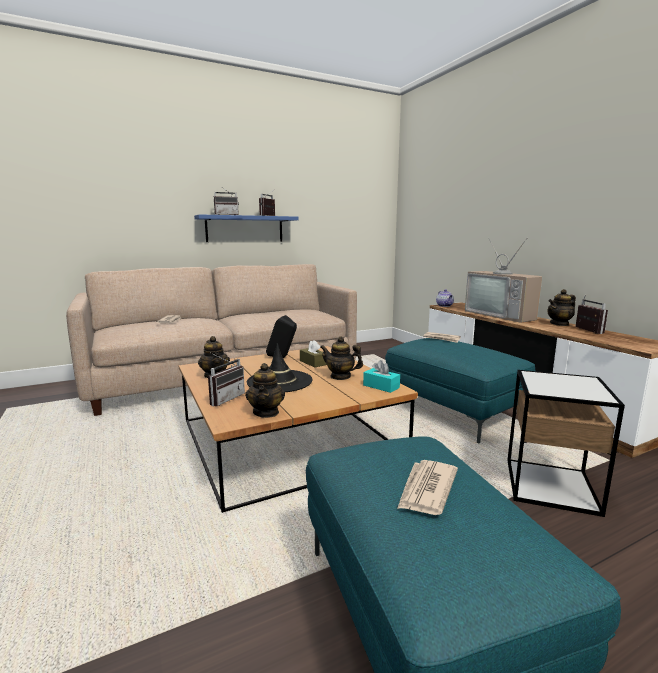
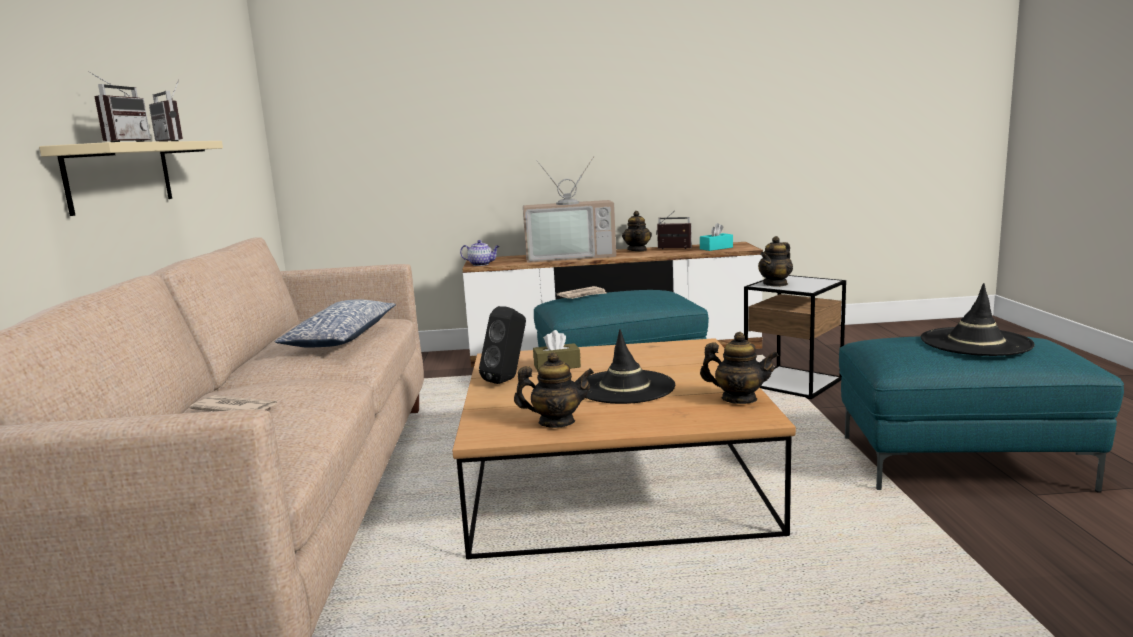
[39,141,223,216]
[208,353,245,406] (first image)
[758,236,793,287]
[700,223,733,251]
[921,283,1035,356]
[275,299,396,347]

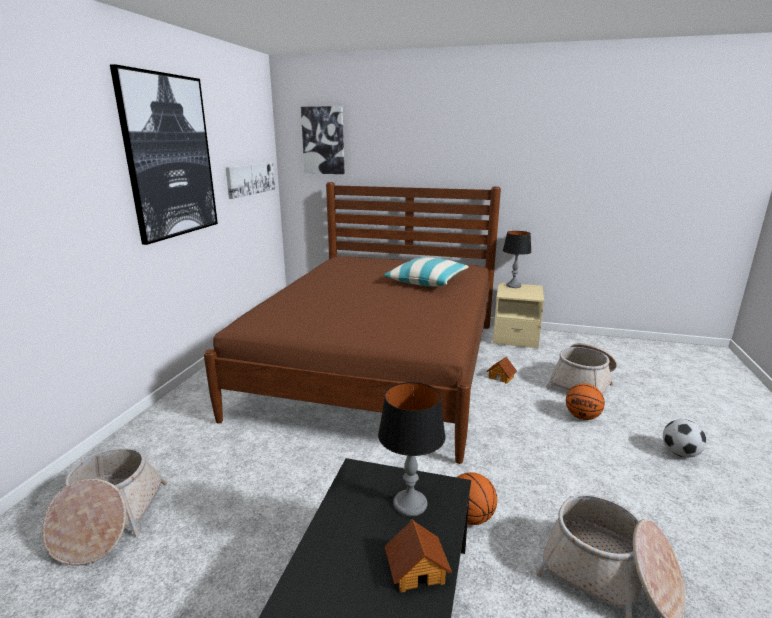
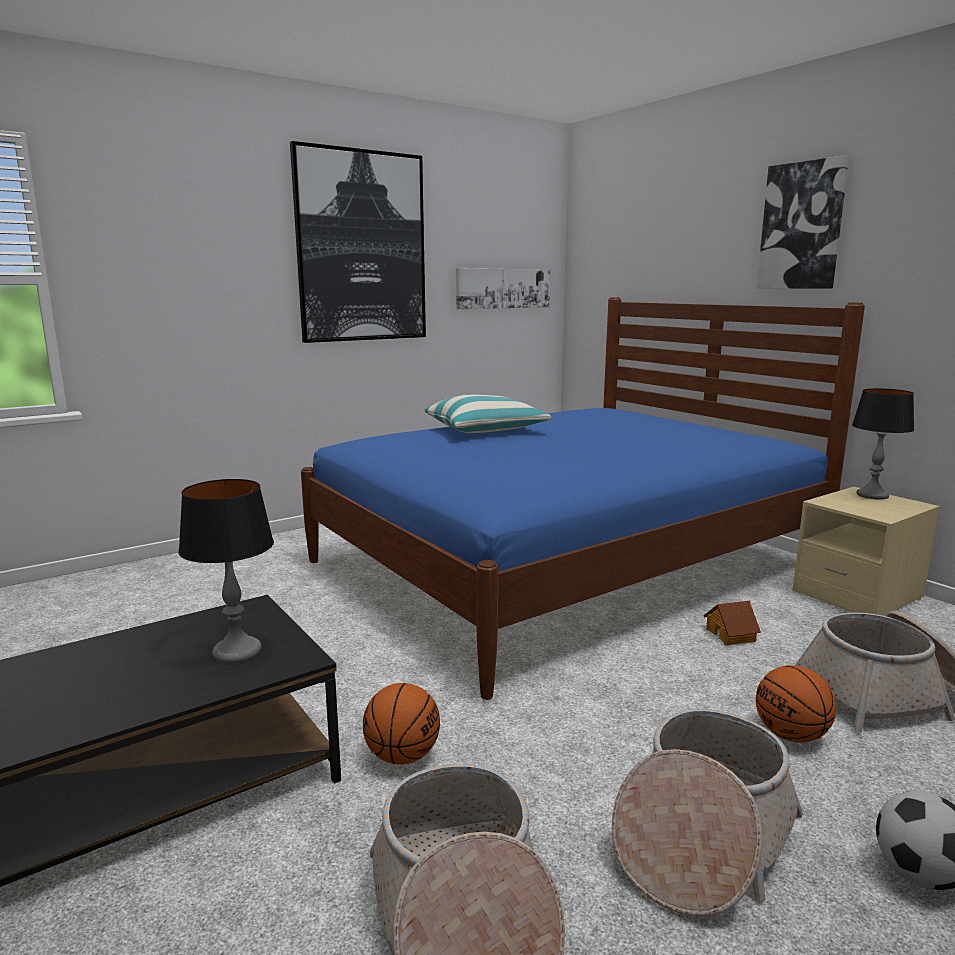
[612,709,803,917]
[301,297,865,700]
[757,155,849,289]
[425,395,551,433]
[385,520,452,593] (first image)

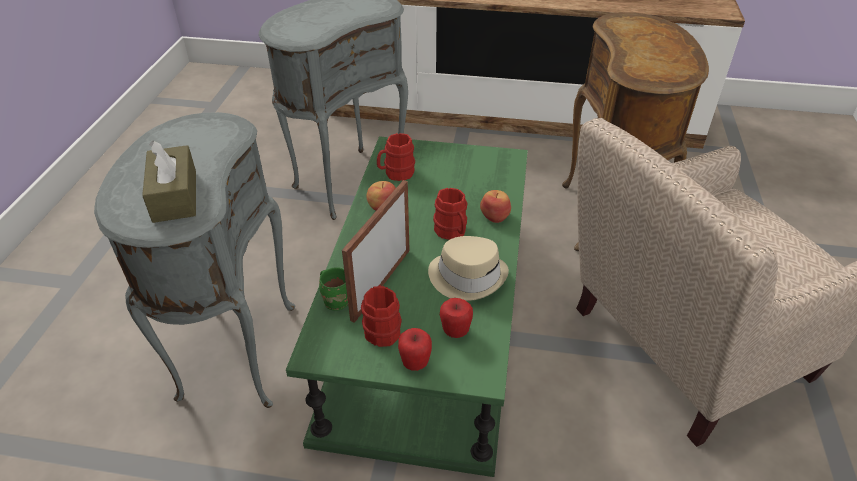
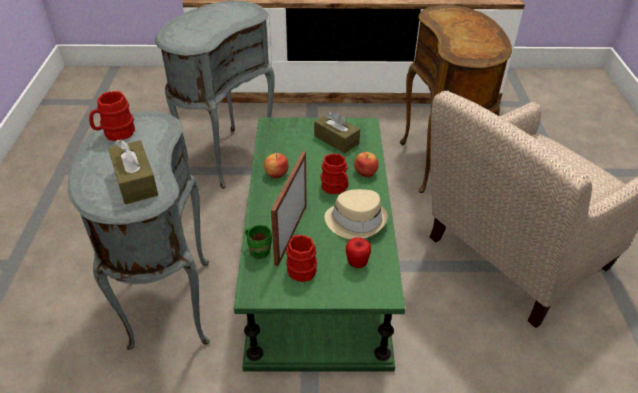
[89,91,135,141]
[398,328,432,371] (first image)
[314,110,360,153]

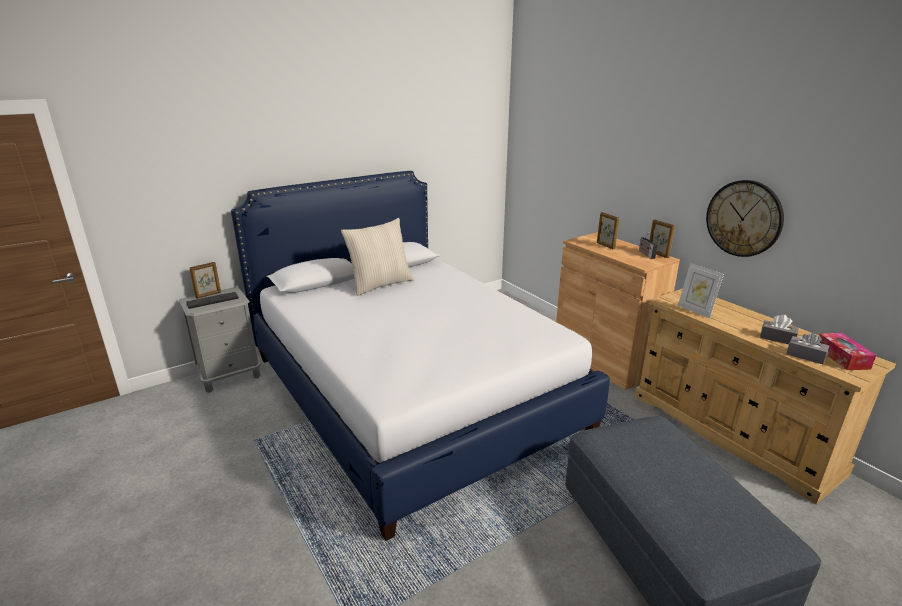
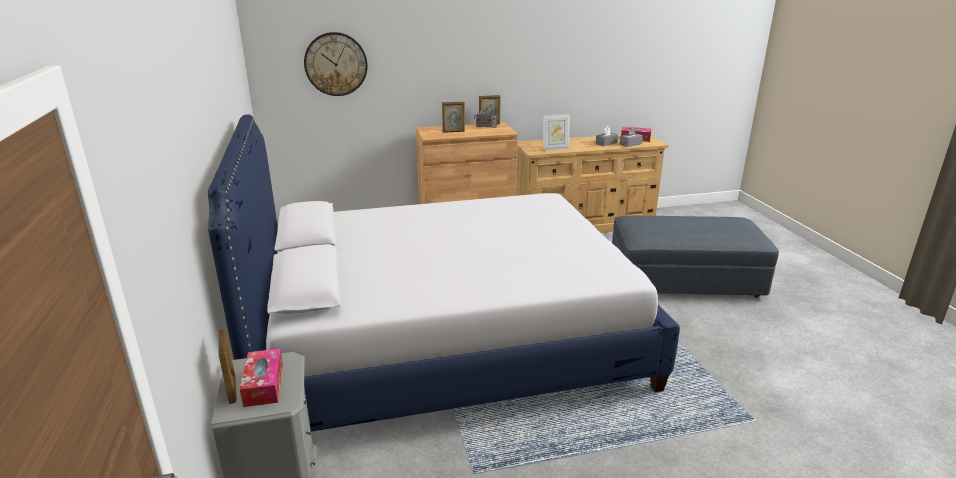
[240,349,283,407]
[341,218,414,296] (first image)
[304,32,368,96]

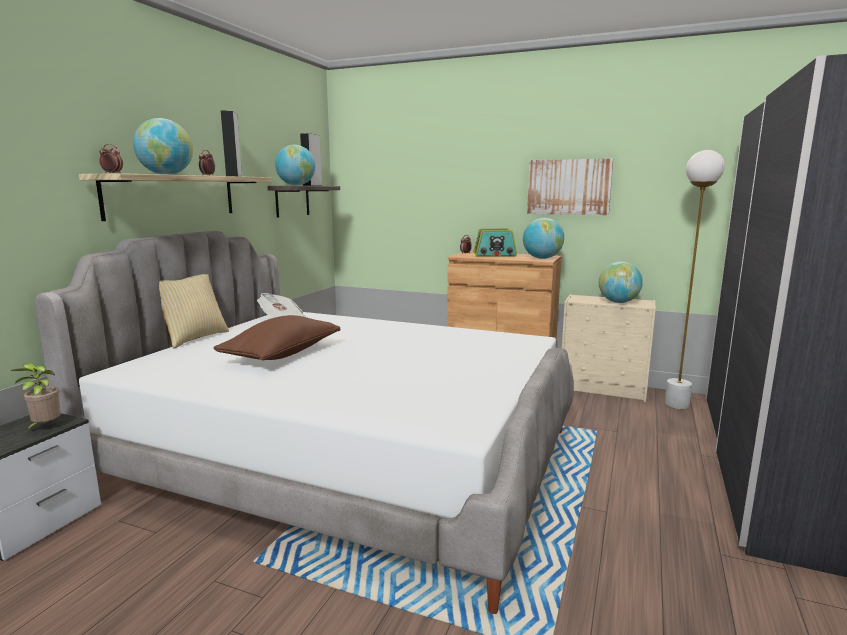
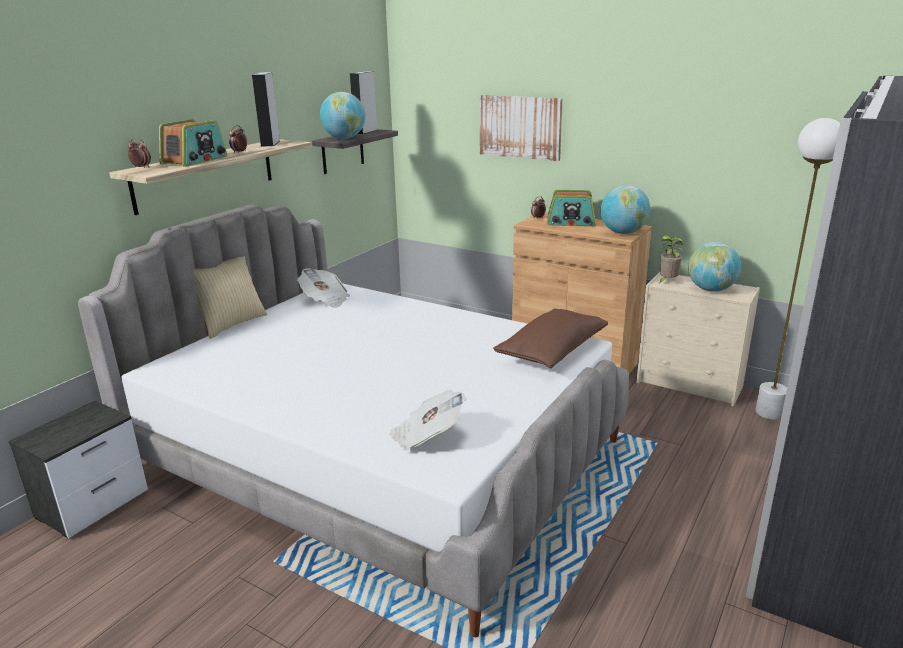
[659,235,683,283]
[159,119,227,167]
[493,308,608,368]
[480,95,563,161]
[390,390,466,451]

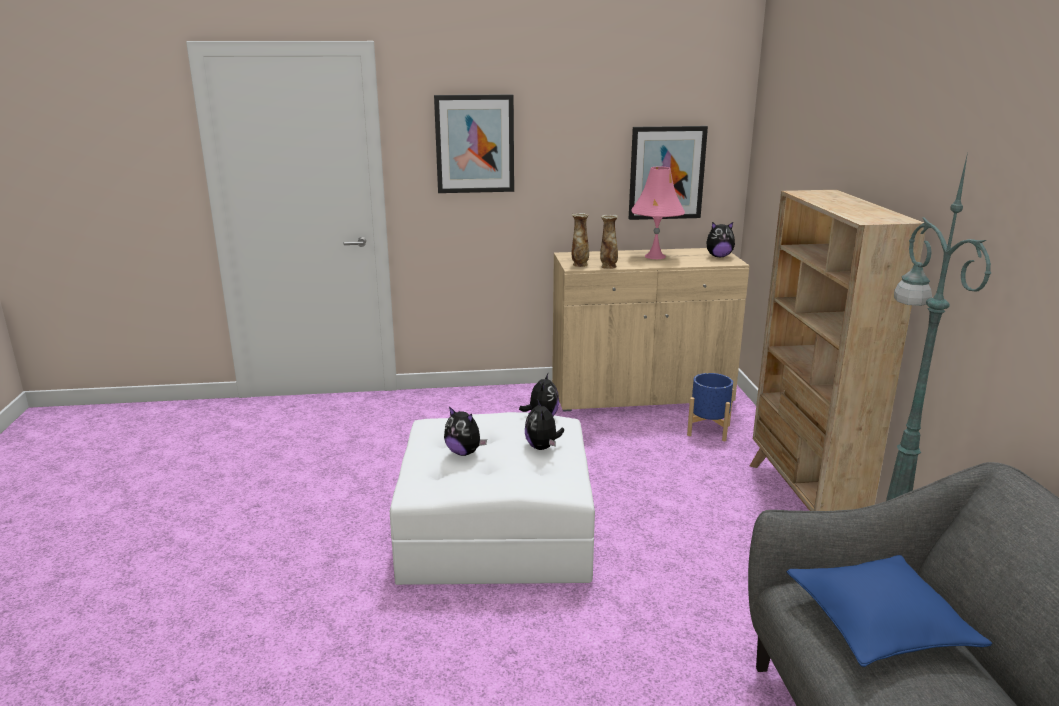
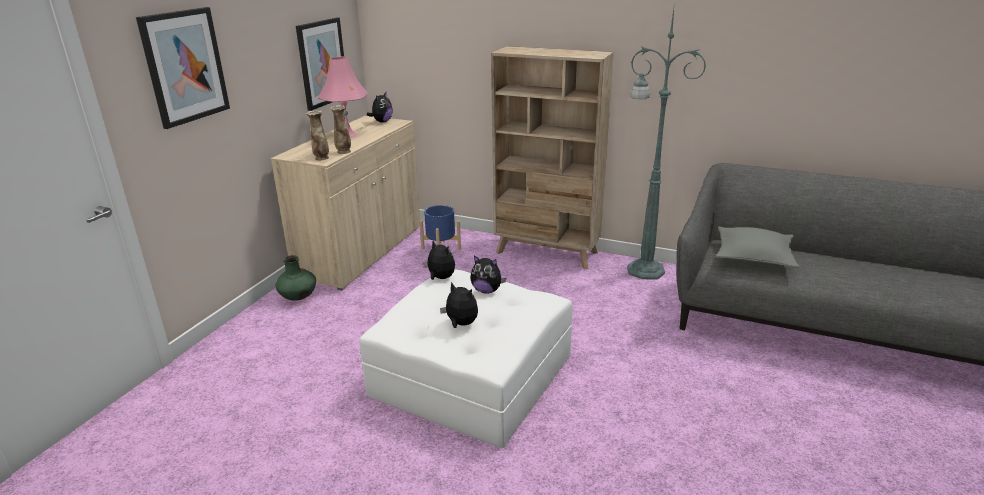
[440,282,478,328]
[716,226,799,268]
[275,255,316,301]

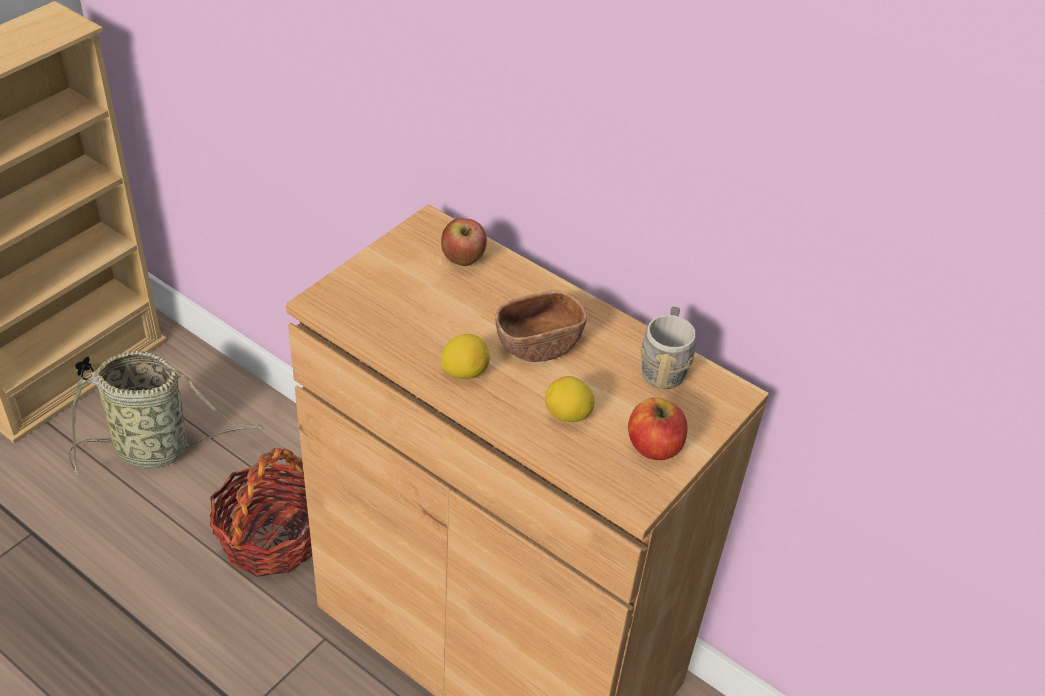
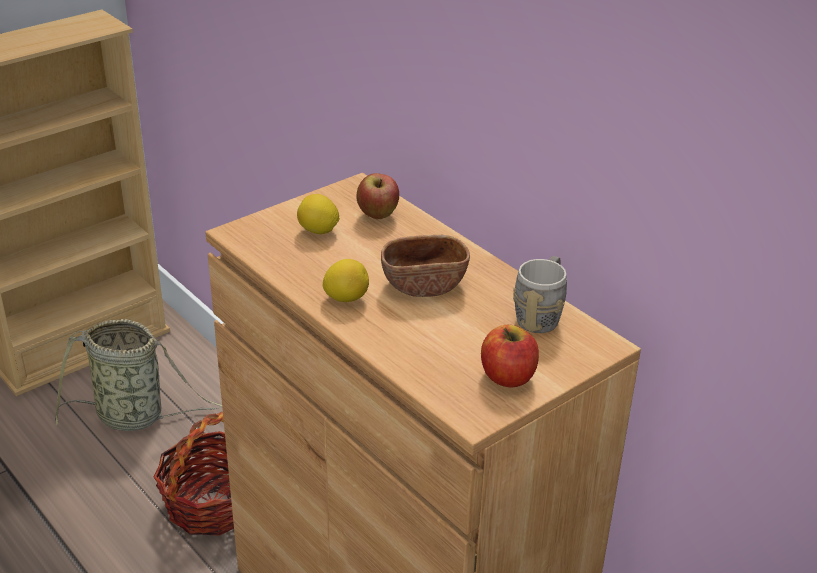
[297,194,340,234]

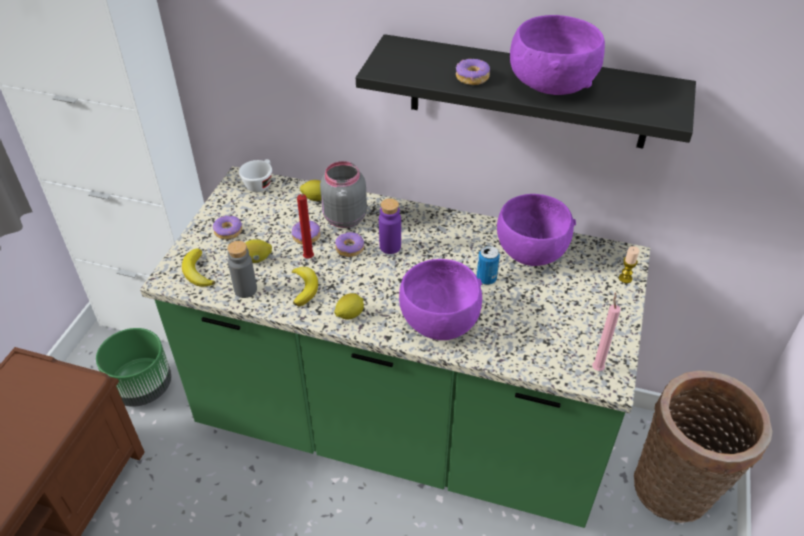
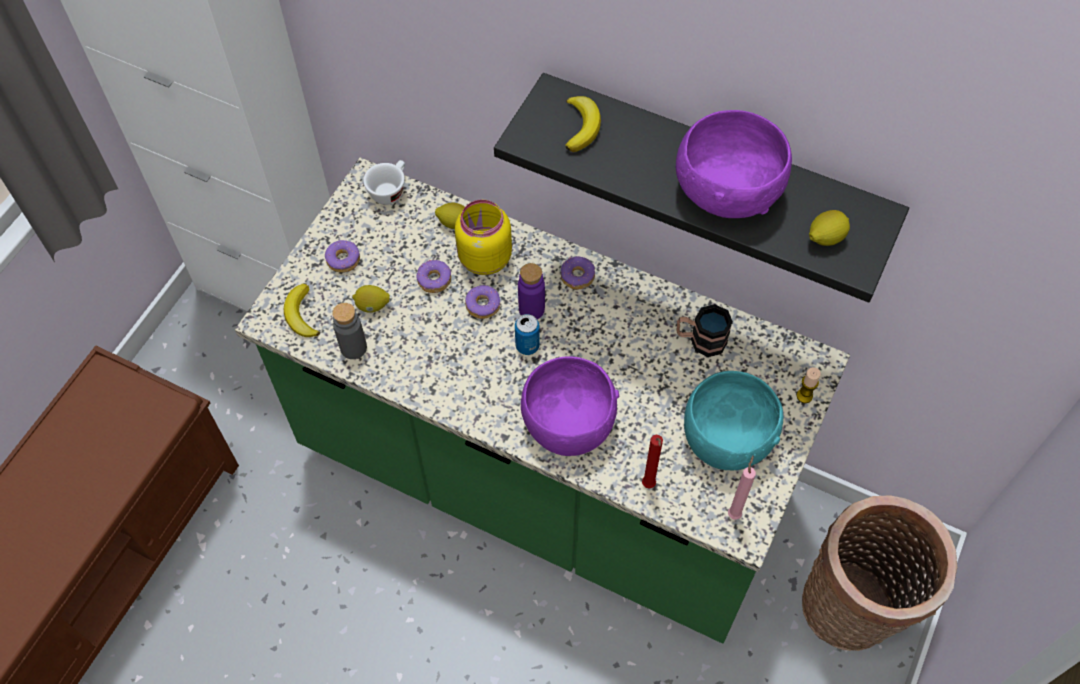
[96,328,172,407] (first image)
[565,96,601,152]
[642,435,663,489]
[455,199,512,275]
[809,210,850,246]
[561,256,595,289]
[515,314,540,355]
[677,304,733,357]
[684,371,783,470]

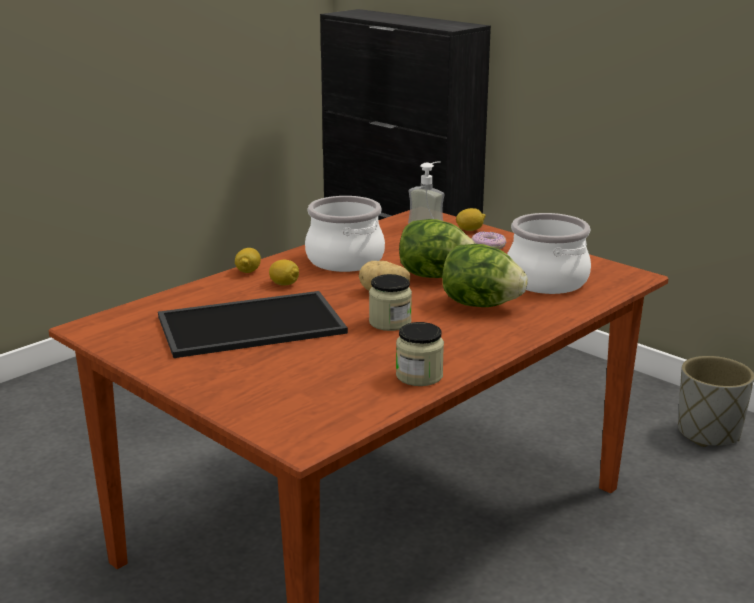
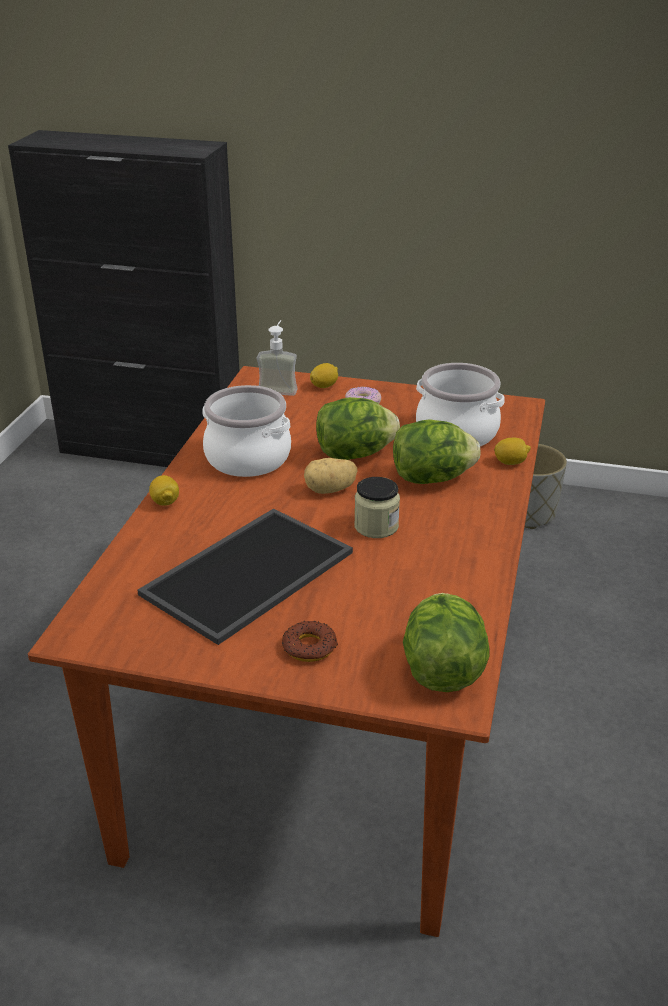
[494,438,531,465]
[396,322,444,386] (first image)
[282,621,338,662]
[403,593,490,692]

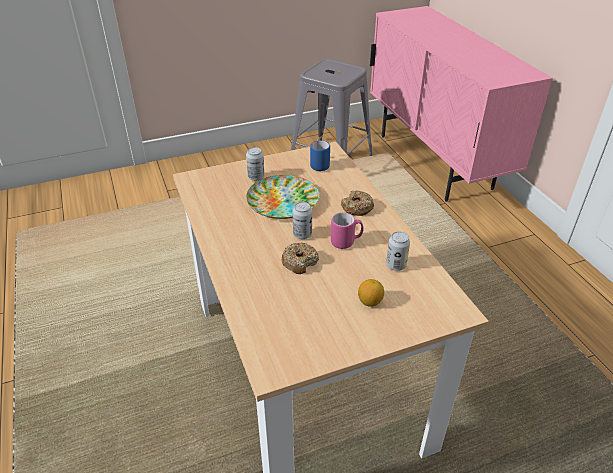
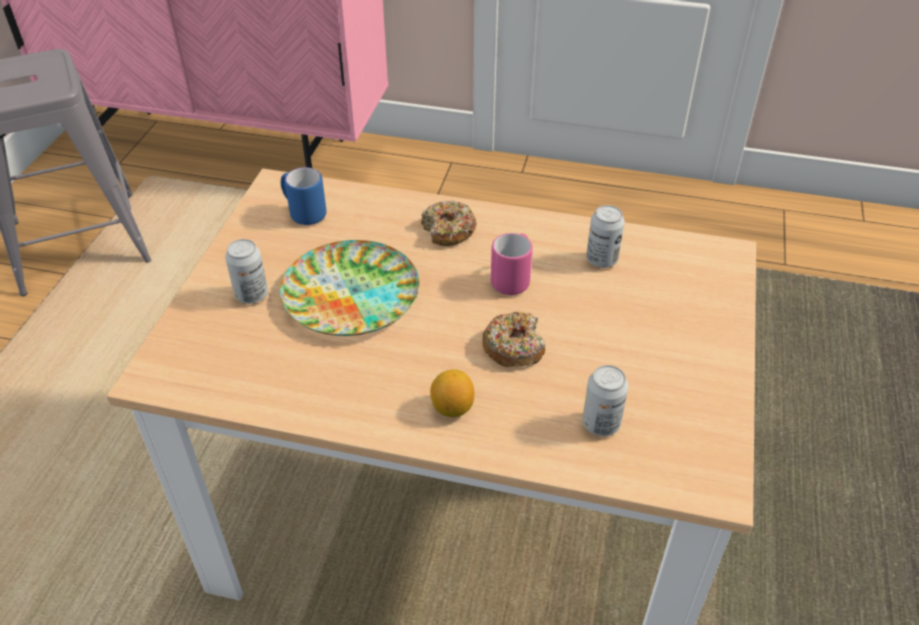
[582,365,628,436]
[430,369,474,417]

